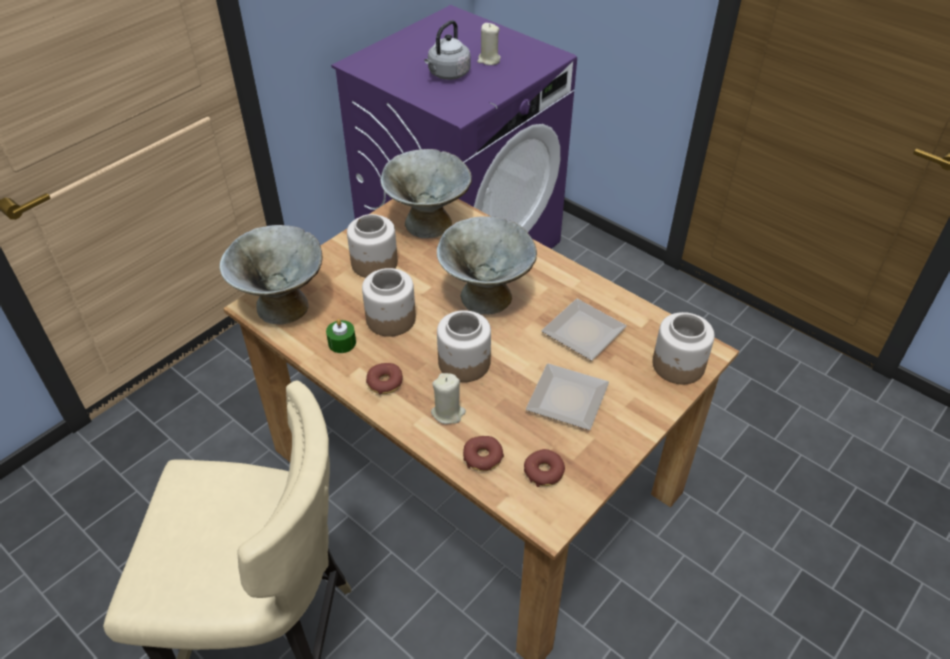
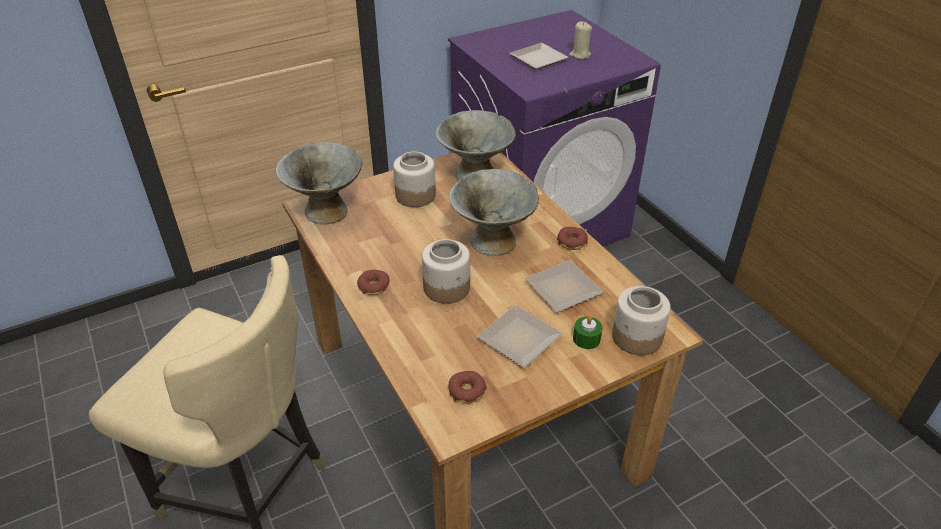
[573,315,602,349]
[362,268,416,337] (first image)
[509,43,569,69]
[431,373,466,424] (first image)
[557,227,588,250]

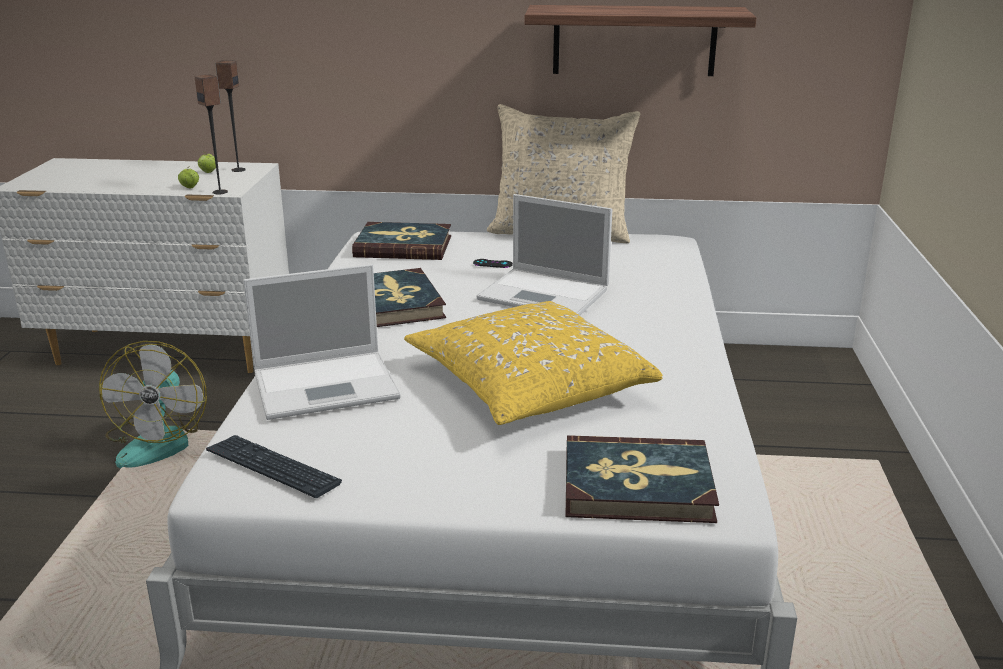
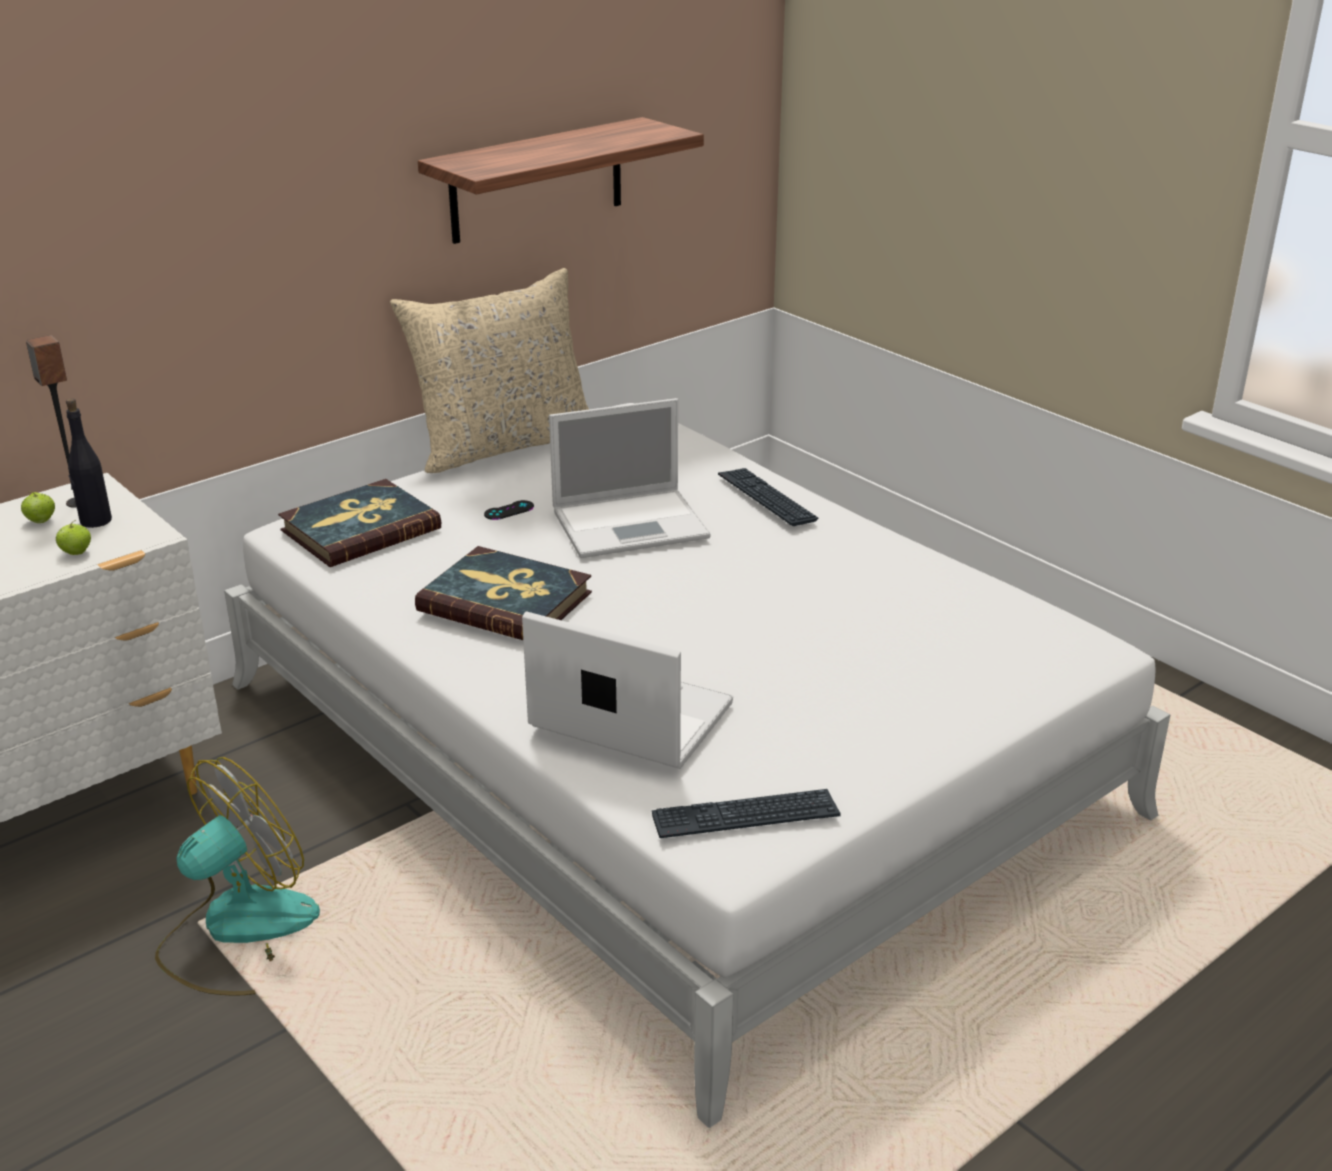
[155,757,320,996]
[195,74,228,195] (first image)
[522,611,733,769]
[404,301,663,425] (first image)
[565,435,719,523] (first image)
[66,398,112,528]
[718,468,818,526]

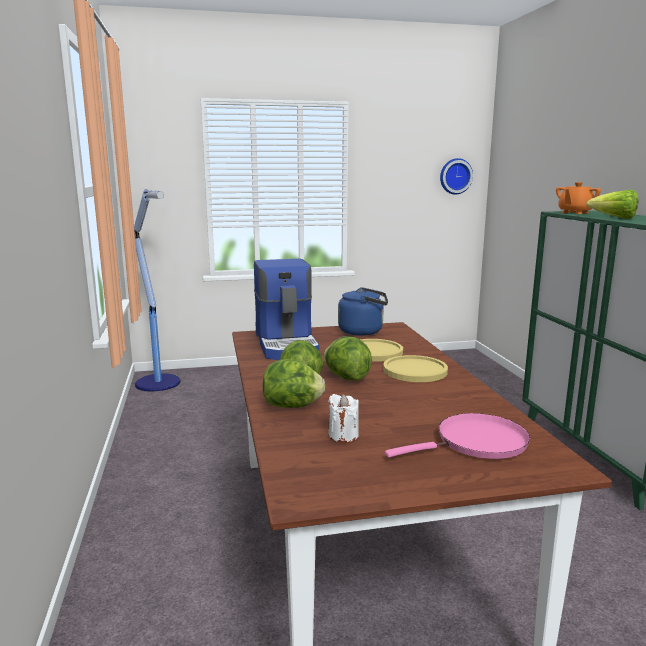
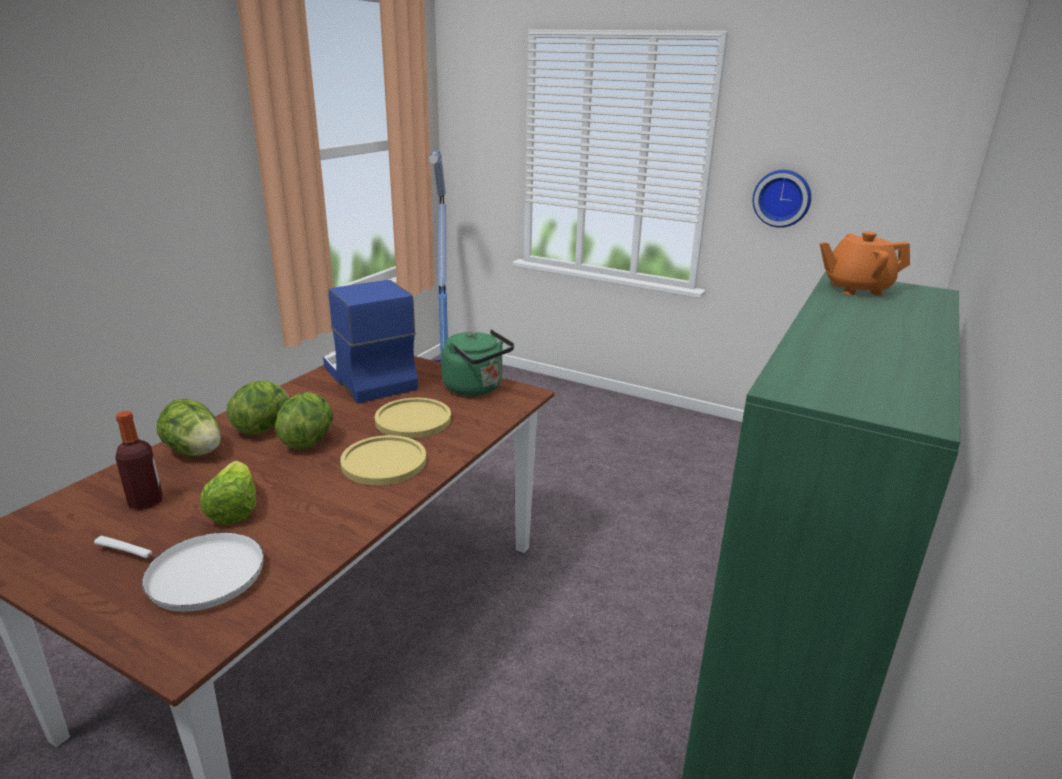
[323,280,418,403]
[115,411,163,510]
[441,330,514,396]
[94,532,264,612]
[753,170,811,228]
[200,461,256,525]

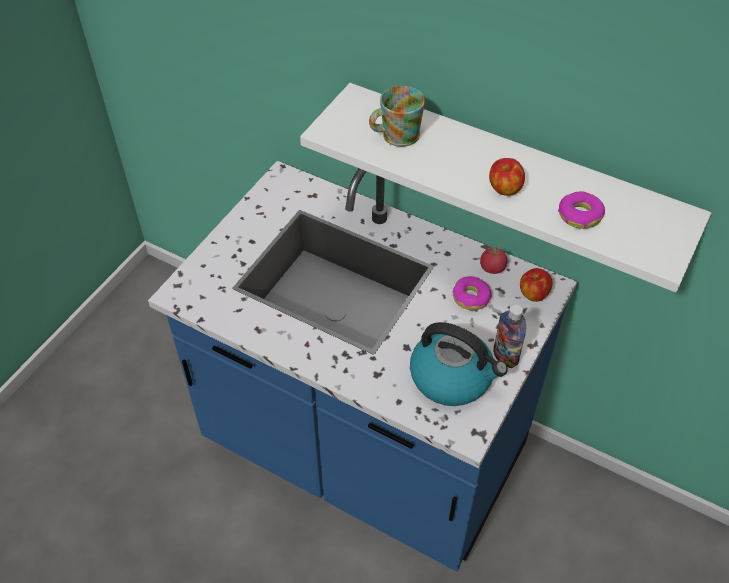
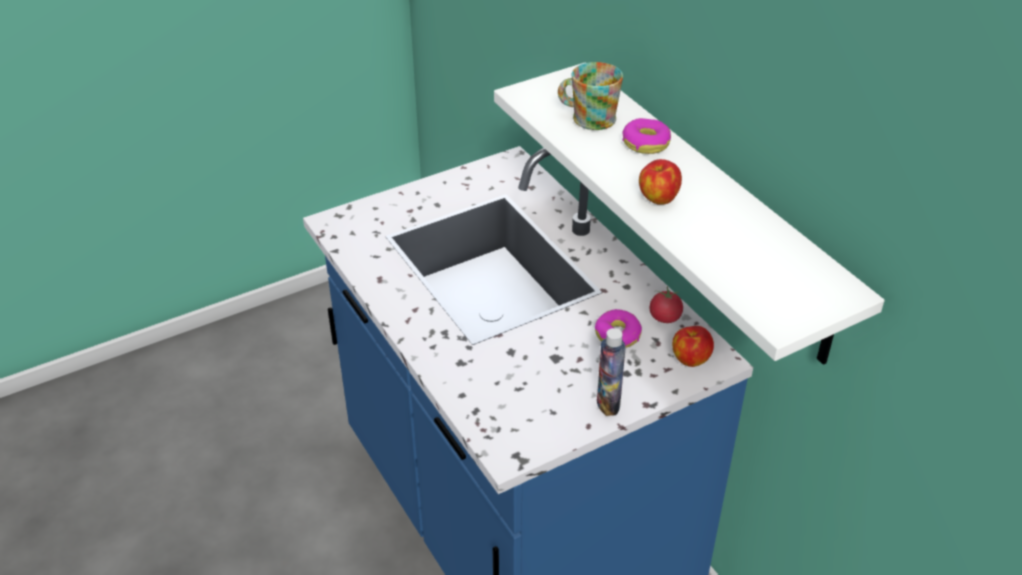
[410,322,508,406] (first image)
[623,118,671,154]

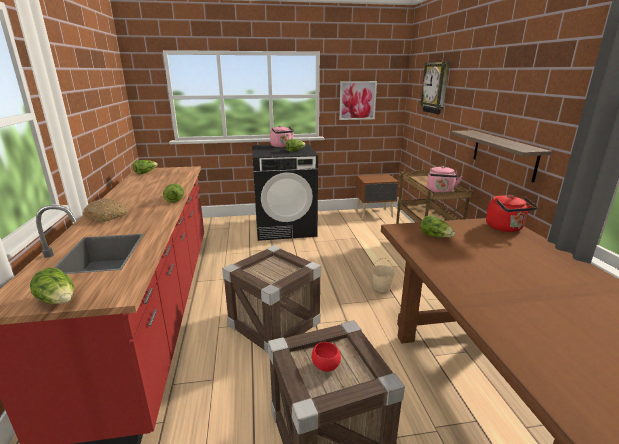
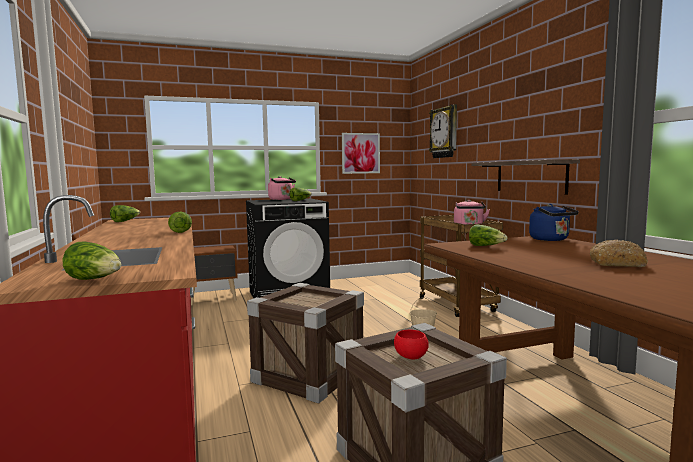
[590,240,648,267]
[191,245,238,306]
[529,204,579,241]

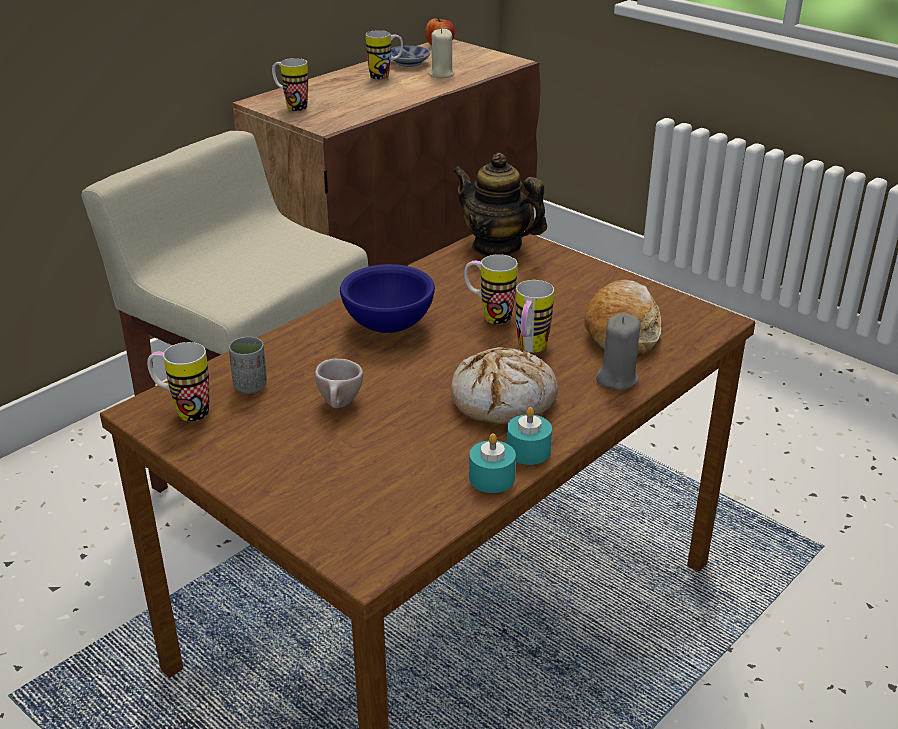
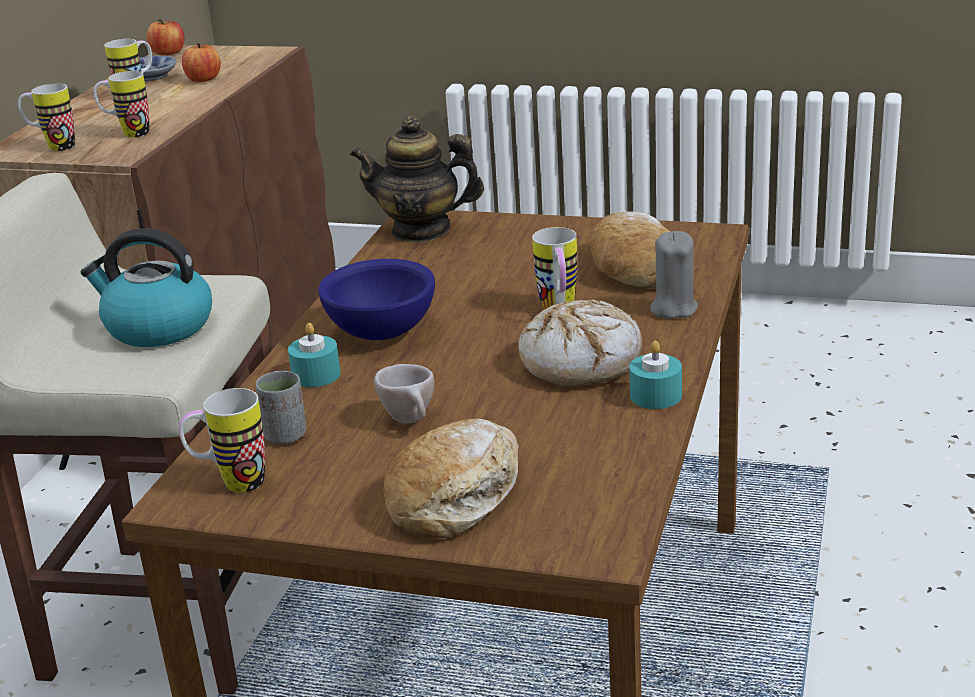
[182,43,221,82]
[94,71,149,137]
[288,323,341,387]
[81,228,212,347]
[384,419,518,539]

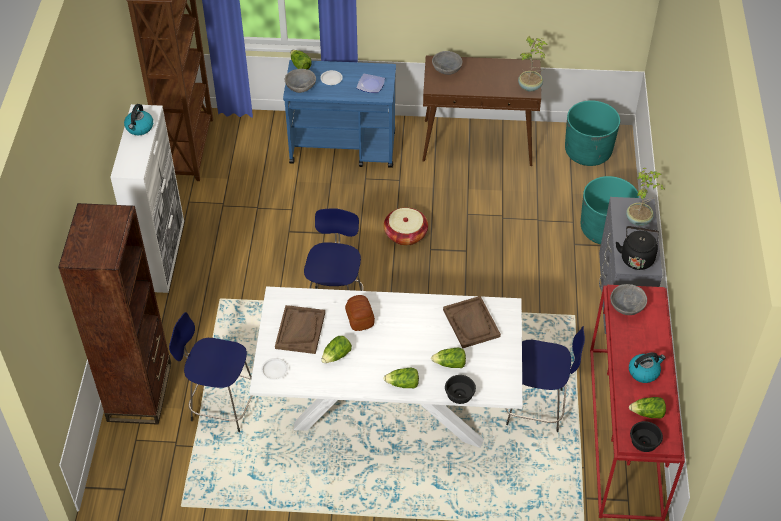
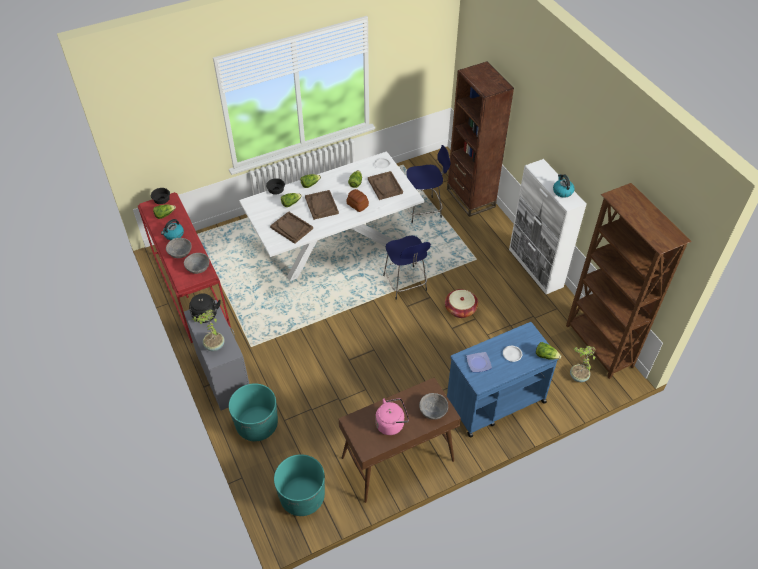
[166,238,192,258]
[445,289,478,318]
[505,326,585,432] (first image)
[570,346,595,382]
[305,190,339,220]
[375,398,409,435]

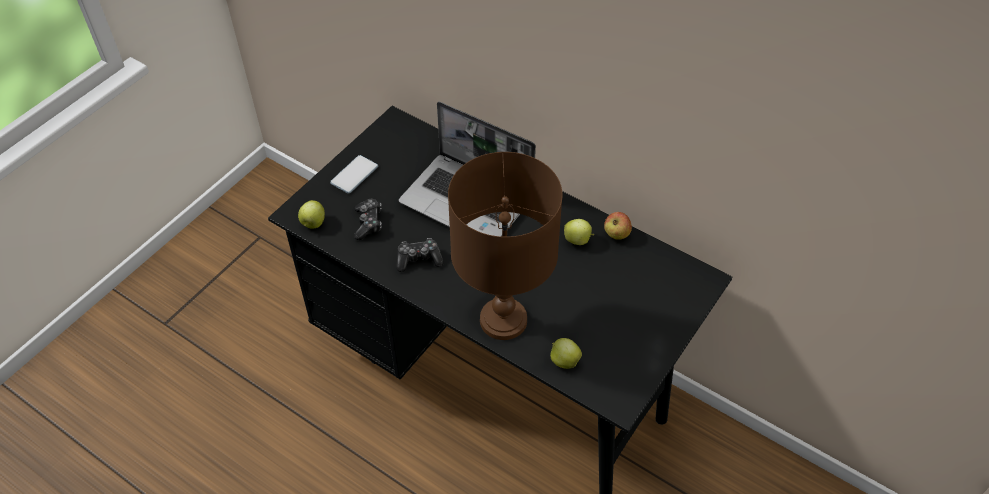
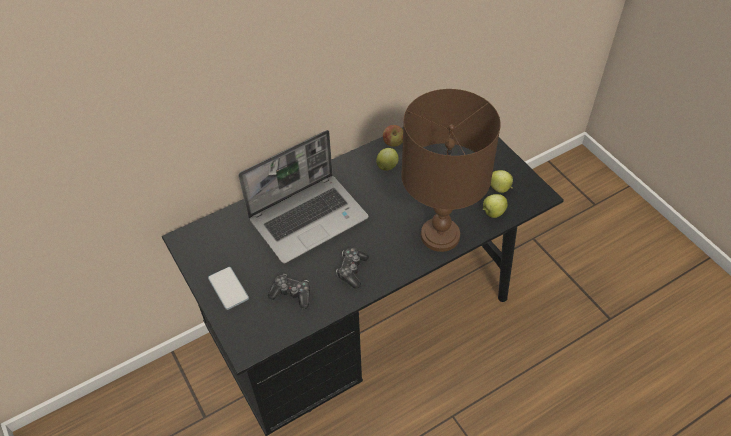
[490,170,513,193]

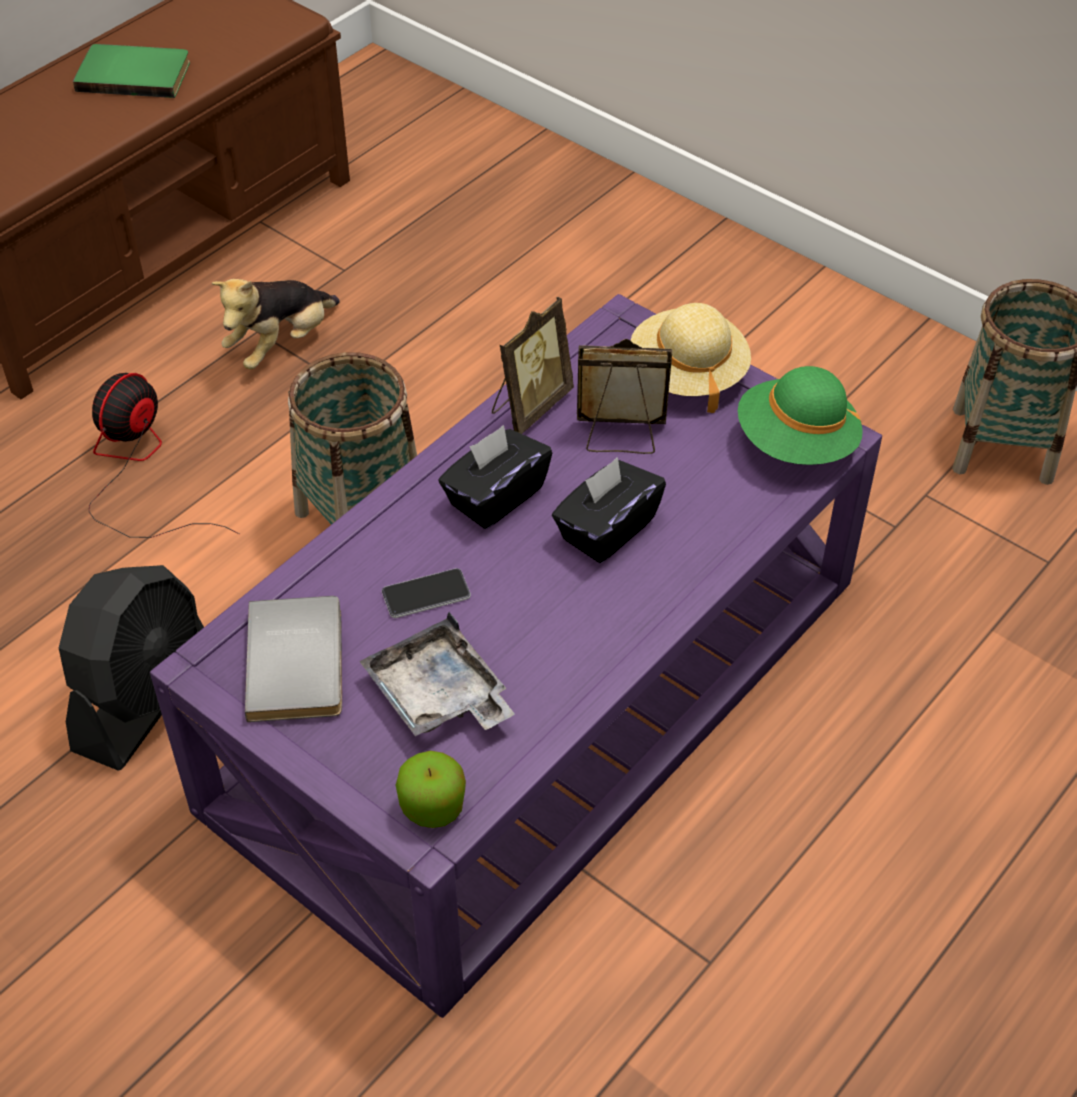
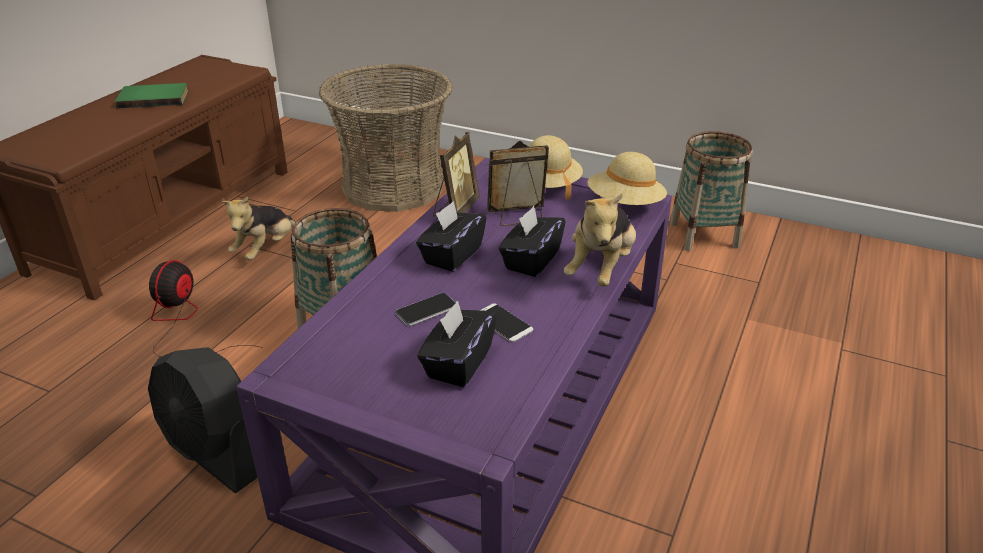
[148,347,258,493]
[245,596,342,722] (first image)
[418,300,497,387]
[396,751,466,828] (first image)
[587,152,667,205]
[319,63,452,212]
[481,303,533,342]
[564,193,636,286]

